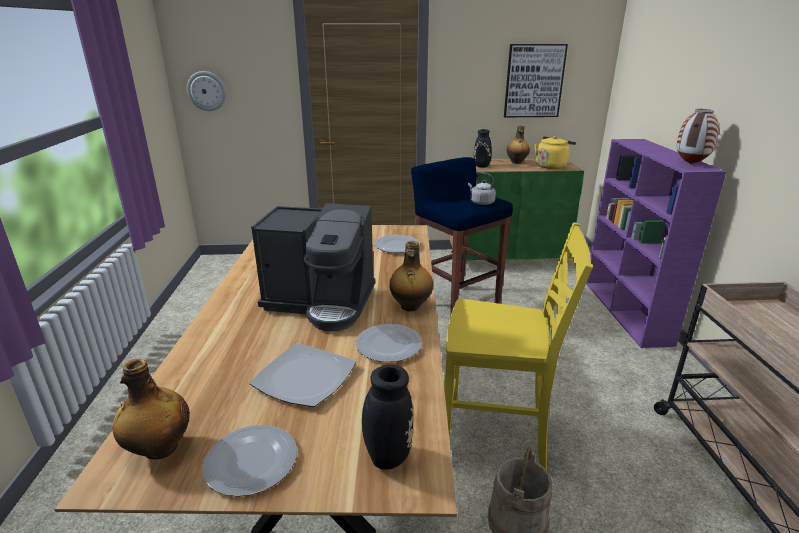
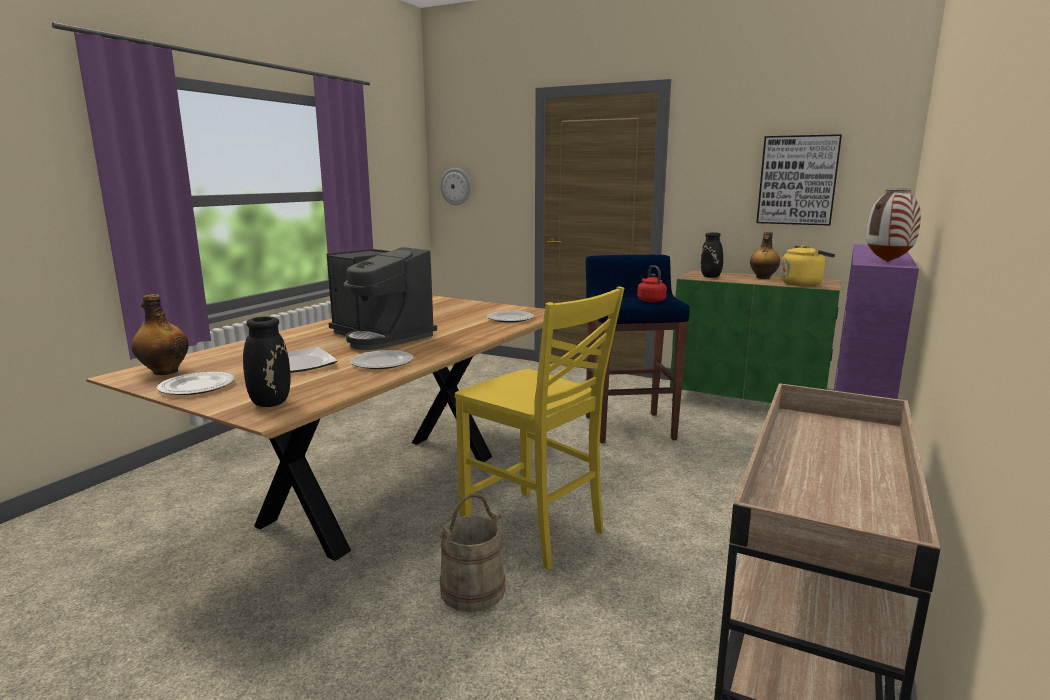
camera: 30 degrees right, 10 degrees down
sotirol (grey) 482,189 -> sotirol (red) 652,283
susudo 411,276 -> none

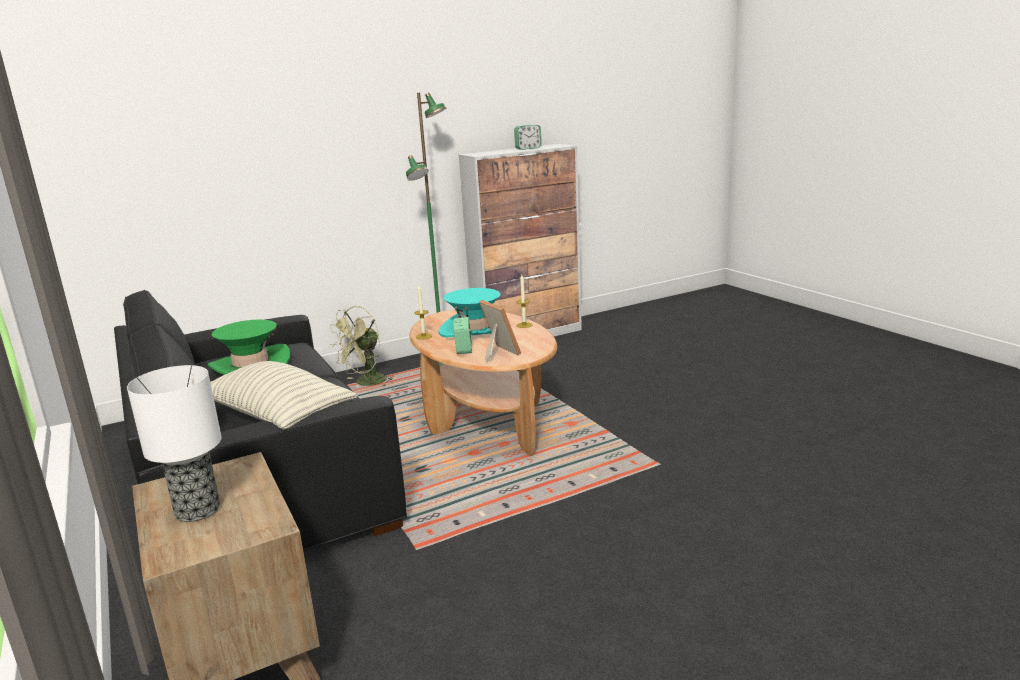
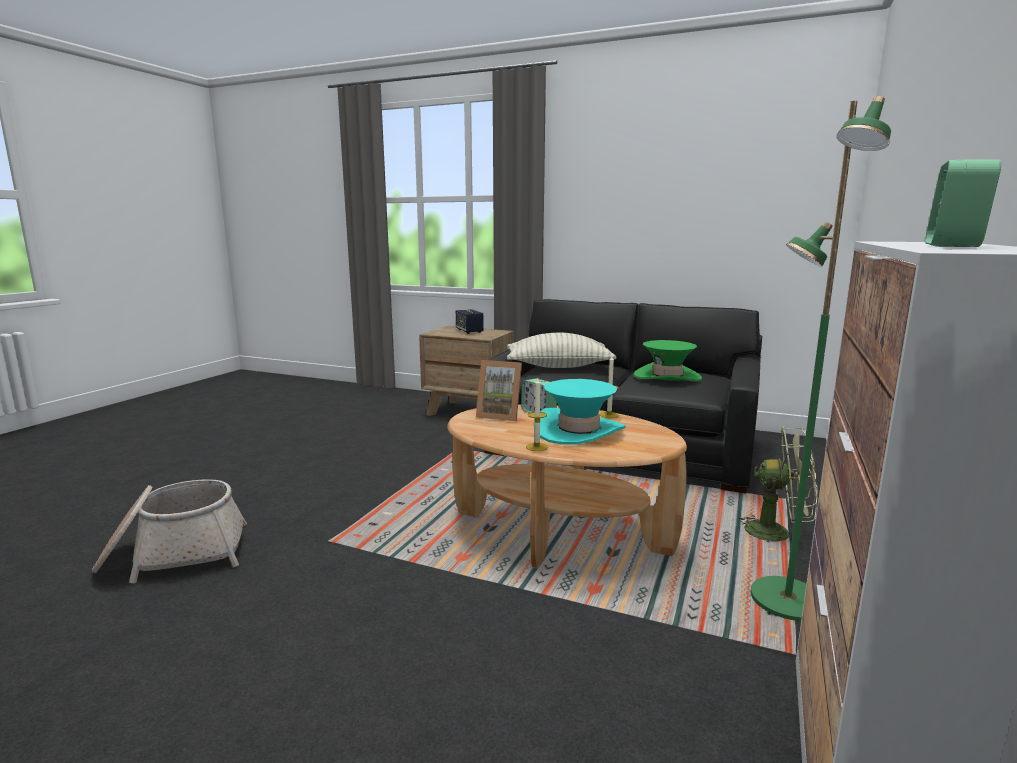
camera: 140 degrees right, 5 degrees down
none -> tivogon 169,531
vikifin 174,443 -> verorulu 470,321
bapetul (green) 362,346 -> bapetul (green) 775,484, 105 degrees clockwise

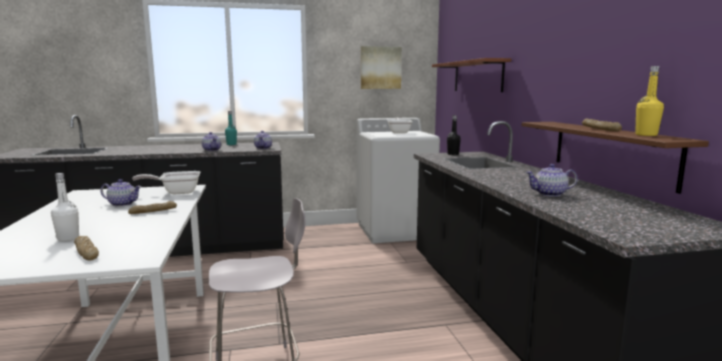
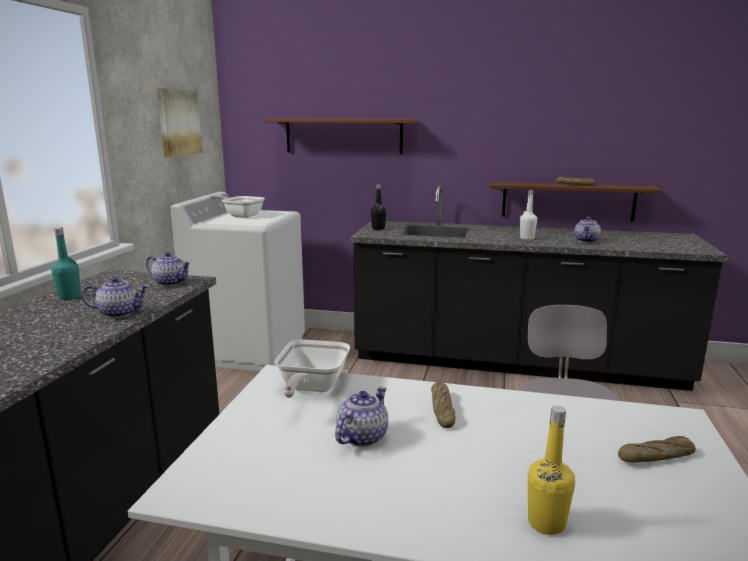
camera: 65 degrees left, 5 degrees up
susudo (white) 65,207 -> susudo (white) 528,215, relocated
susudo (yellow) 649,101 -> susudo (yellow) 551,470, relocated

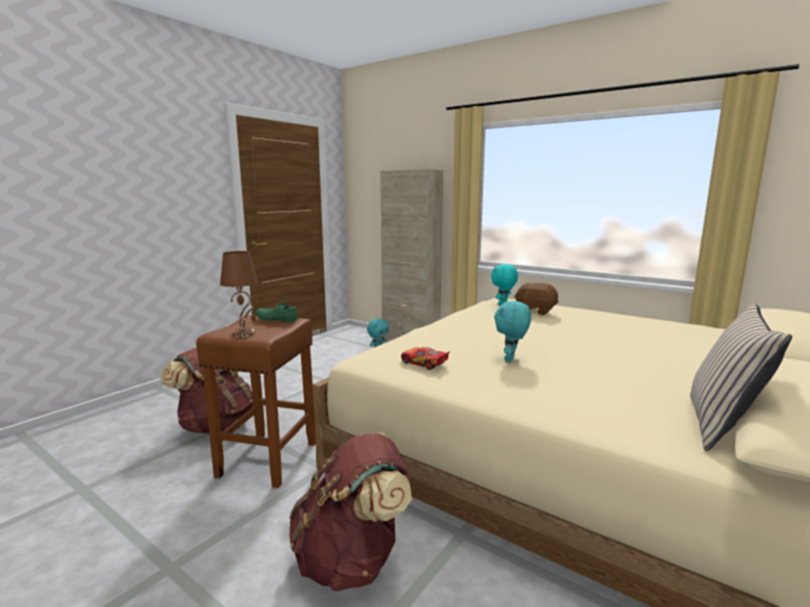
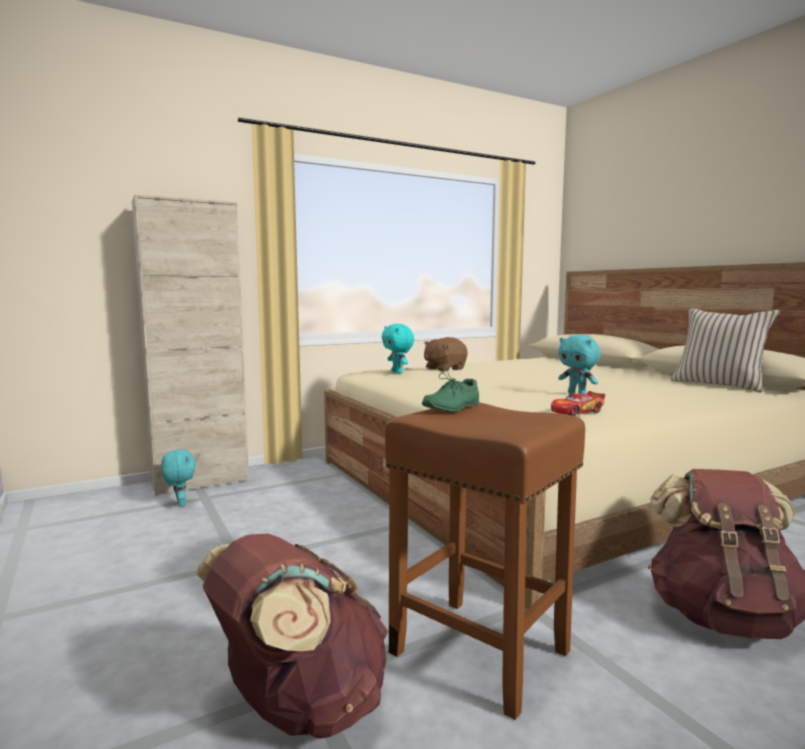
camera: 65 degrees left, 5 degrees down
vikifin (brown) 239,294 -> none

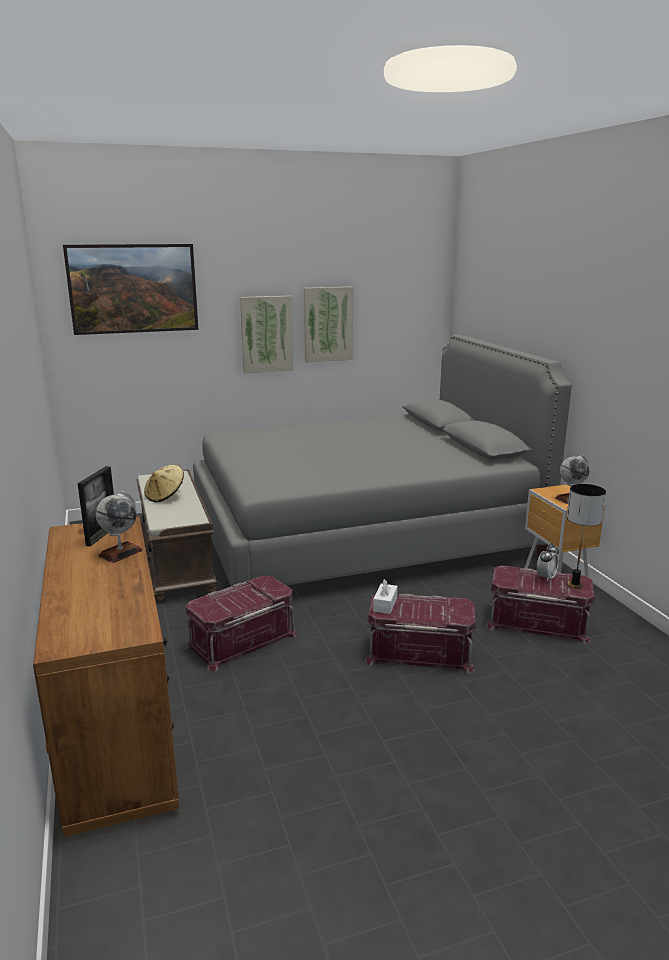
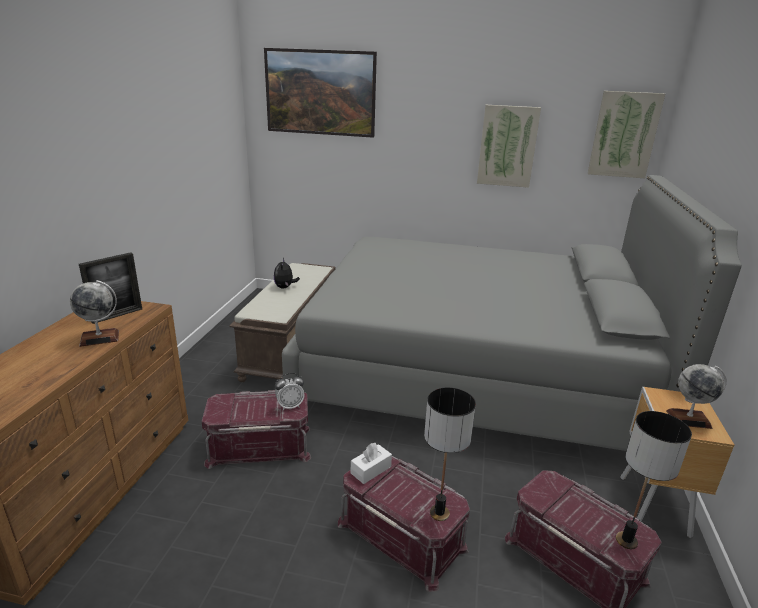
camera: 30 degrees right, 5 degrees up
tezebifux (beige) 164,483 -> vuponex 287,273
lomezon 548,563 -> lomezon 290,391, relocated
none -> vikifin 450,454
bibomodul 266,334 -> bibomodul 626,134, relocated

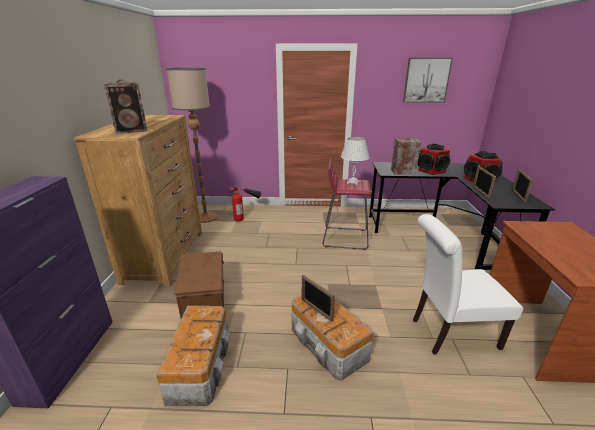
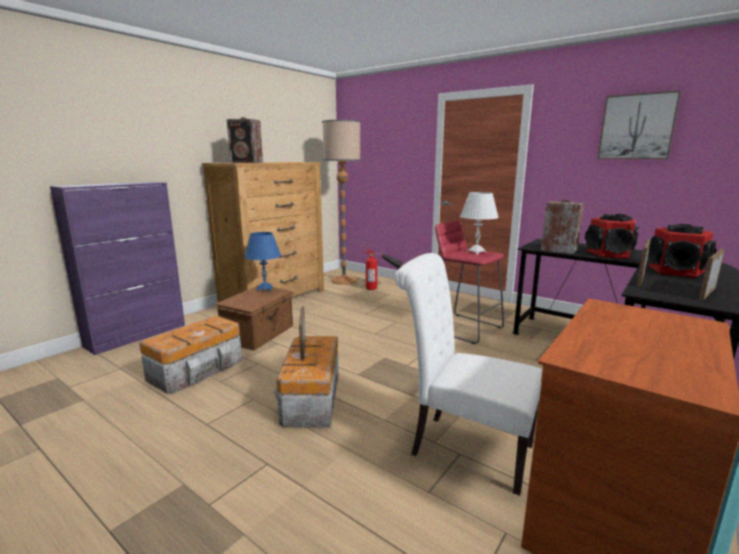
camera: 35 degrees right, 10 degrees down
none -> vikifin (blue) 262,261

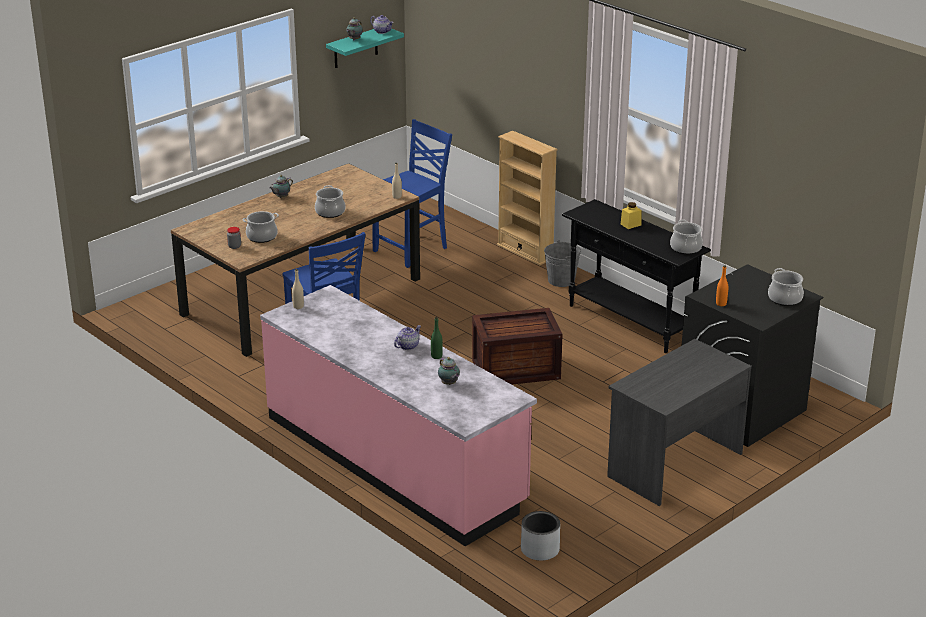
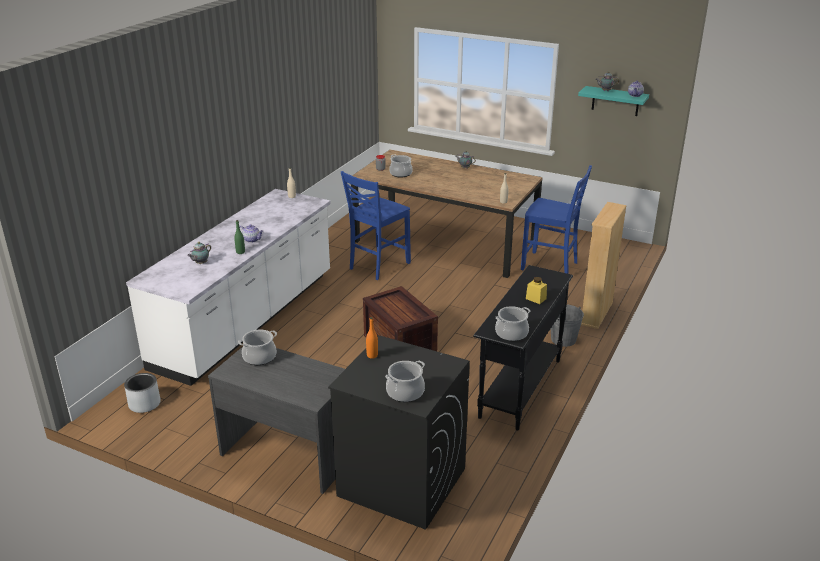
camera: 70 degrees right, 0 degrees up
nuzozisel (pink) 398,415 -> nuzozisel (white) 228,287
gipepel 330,201 -> gipepel 257,347, relocated

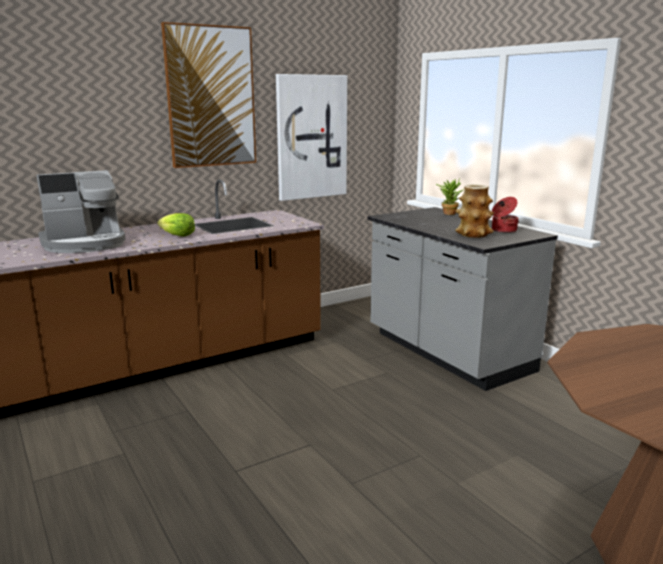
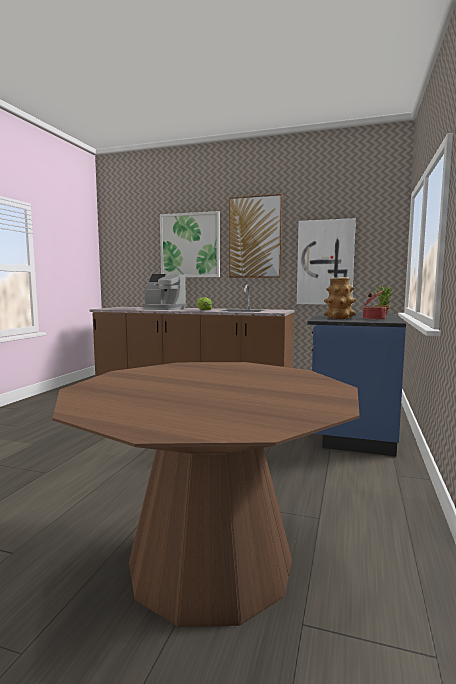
camera: 50 degrees right, 10 degrees down
none -> bibomodul 190,244
nuzozisel (grey) 462,299 -> nuzozisel (blue) 356,384

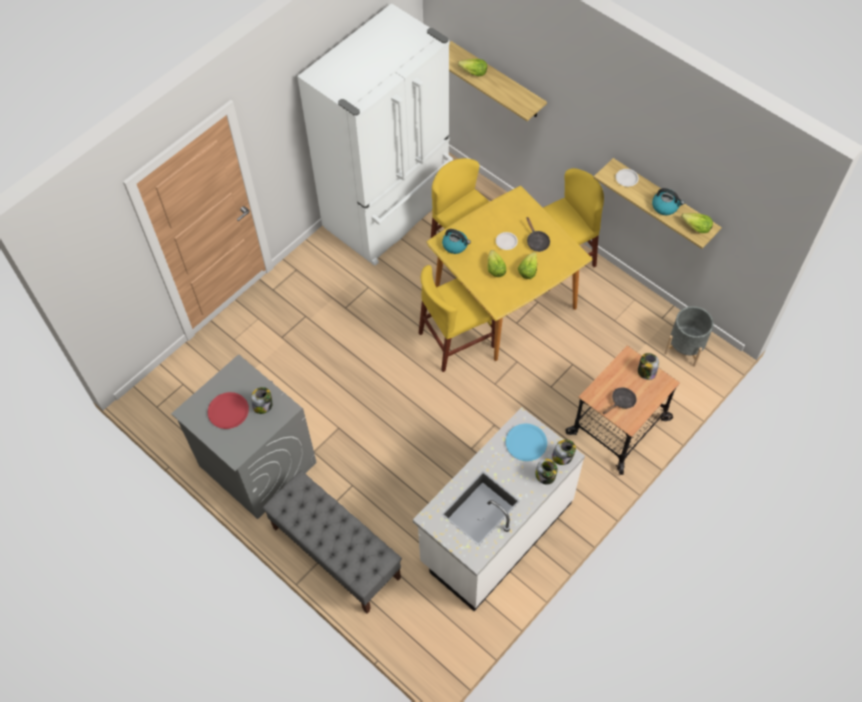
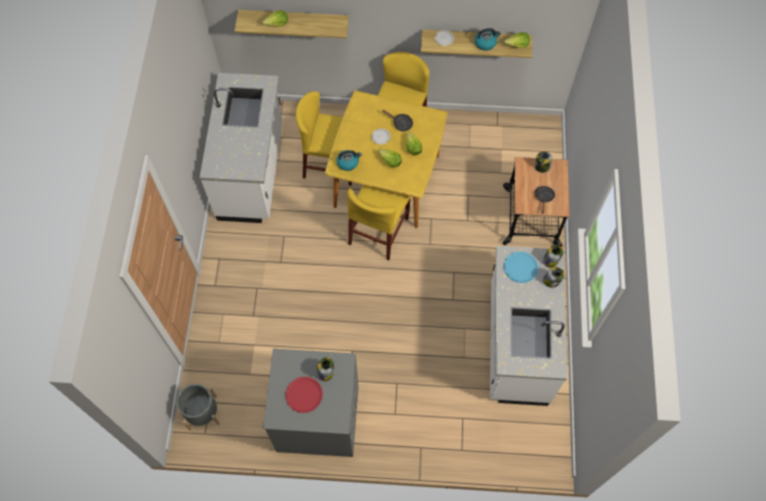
camera: 40 degrees left, 5 degrees up
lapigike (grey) 689,336 -> lapigike (grey) 198,407, relocated
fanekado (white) 375,134 -> nuzozisel (white) 241,148
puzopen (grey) 332,542 -> none

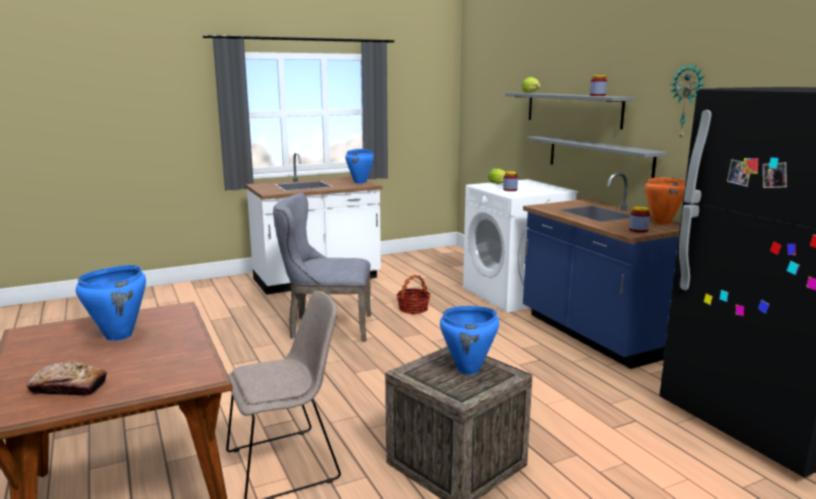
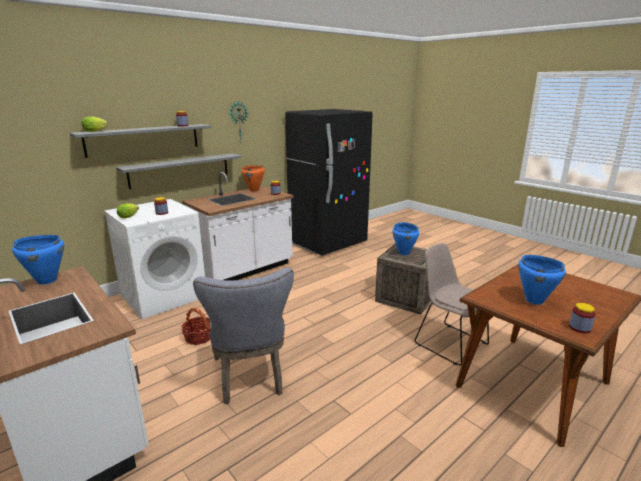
camera: 105 degrees left, 5 degrees up
nuzozisel (blue) 601,271 -> nuzozisel (white) 238,226
none -> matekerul 582,318
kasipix 67,379 -> none

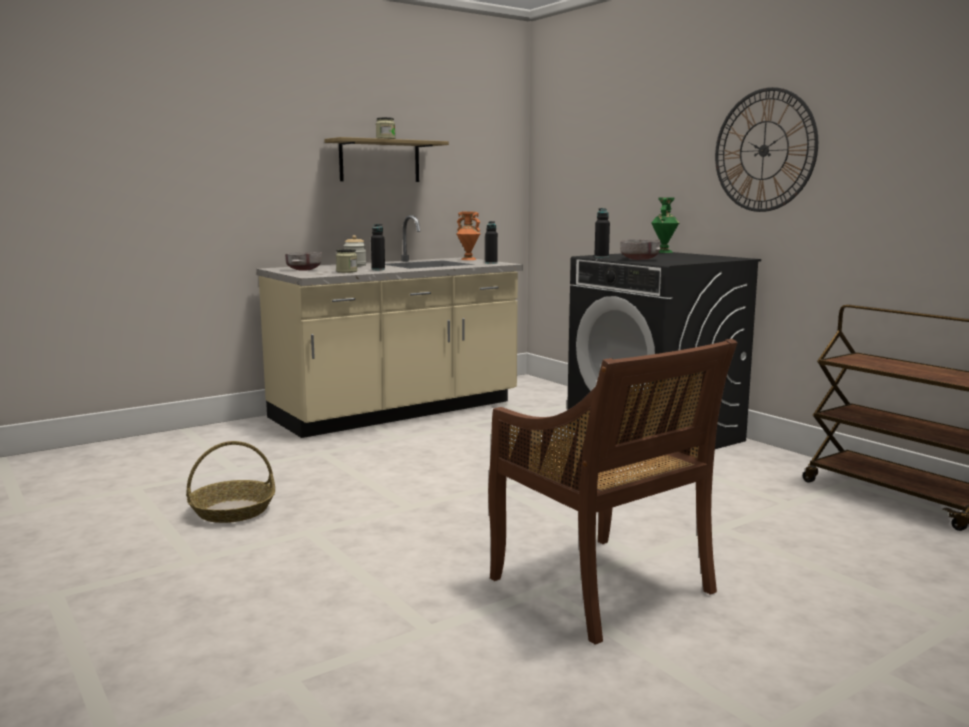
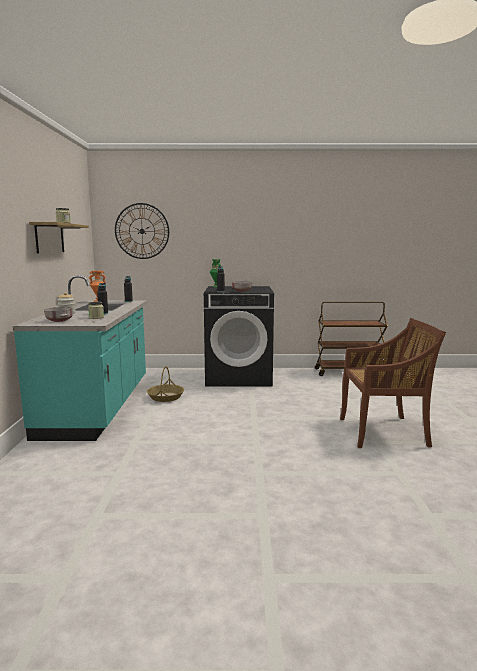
camera: 55 degrees left, 0 degrees up
nuzozisel (beige) 390,326 -> nuzozisel (turquoise) 80,358
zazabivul 766,149 -> zazabivul 142,231, relocated
tivogon 230,482 -> tivogon 165,384, relocated

